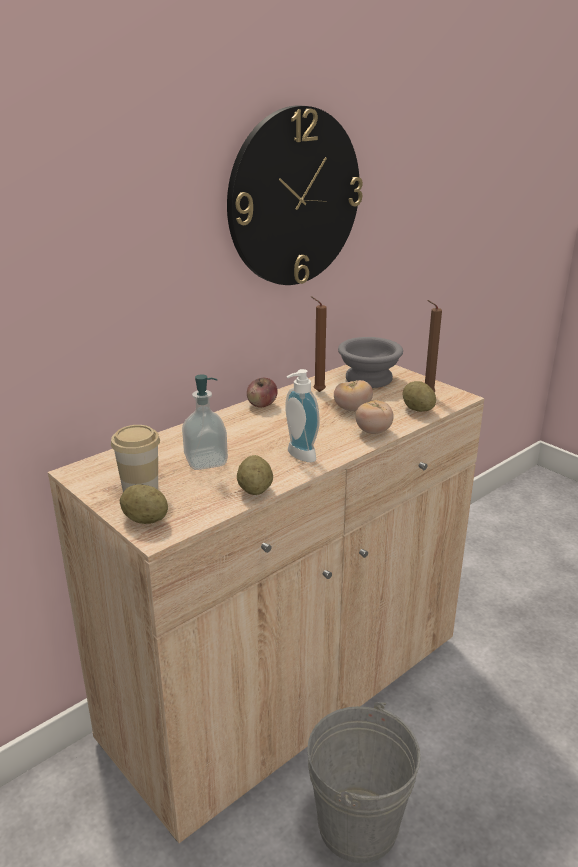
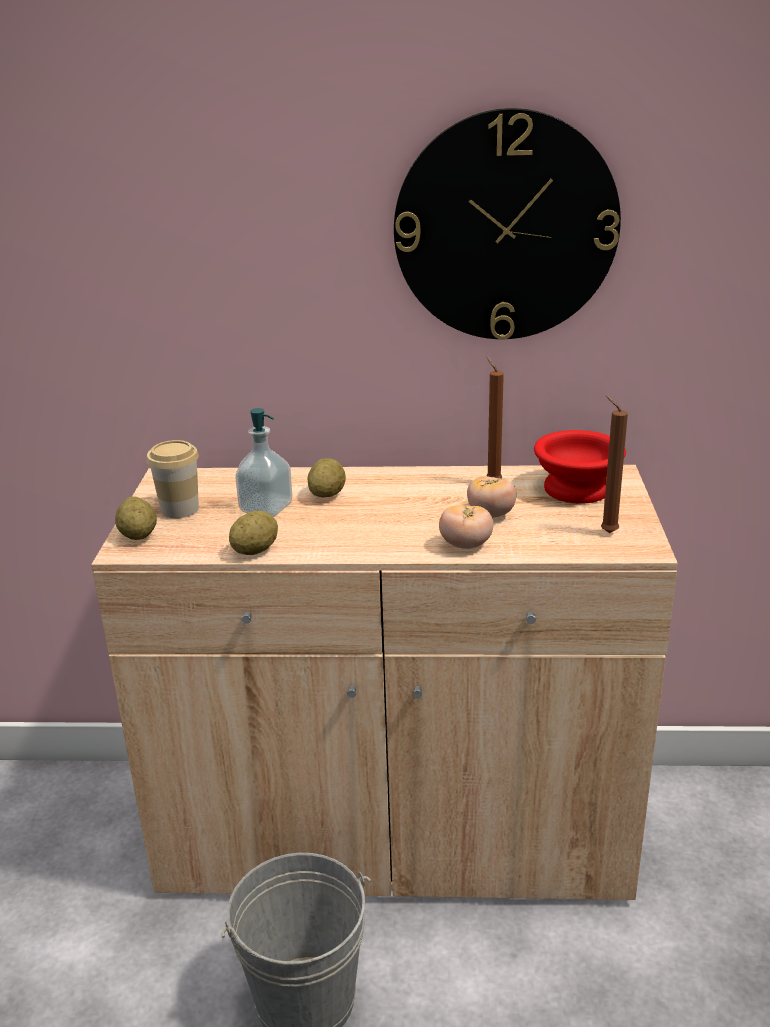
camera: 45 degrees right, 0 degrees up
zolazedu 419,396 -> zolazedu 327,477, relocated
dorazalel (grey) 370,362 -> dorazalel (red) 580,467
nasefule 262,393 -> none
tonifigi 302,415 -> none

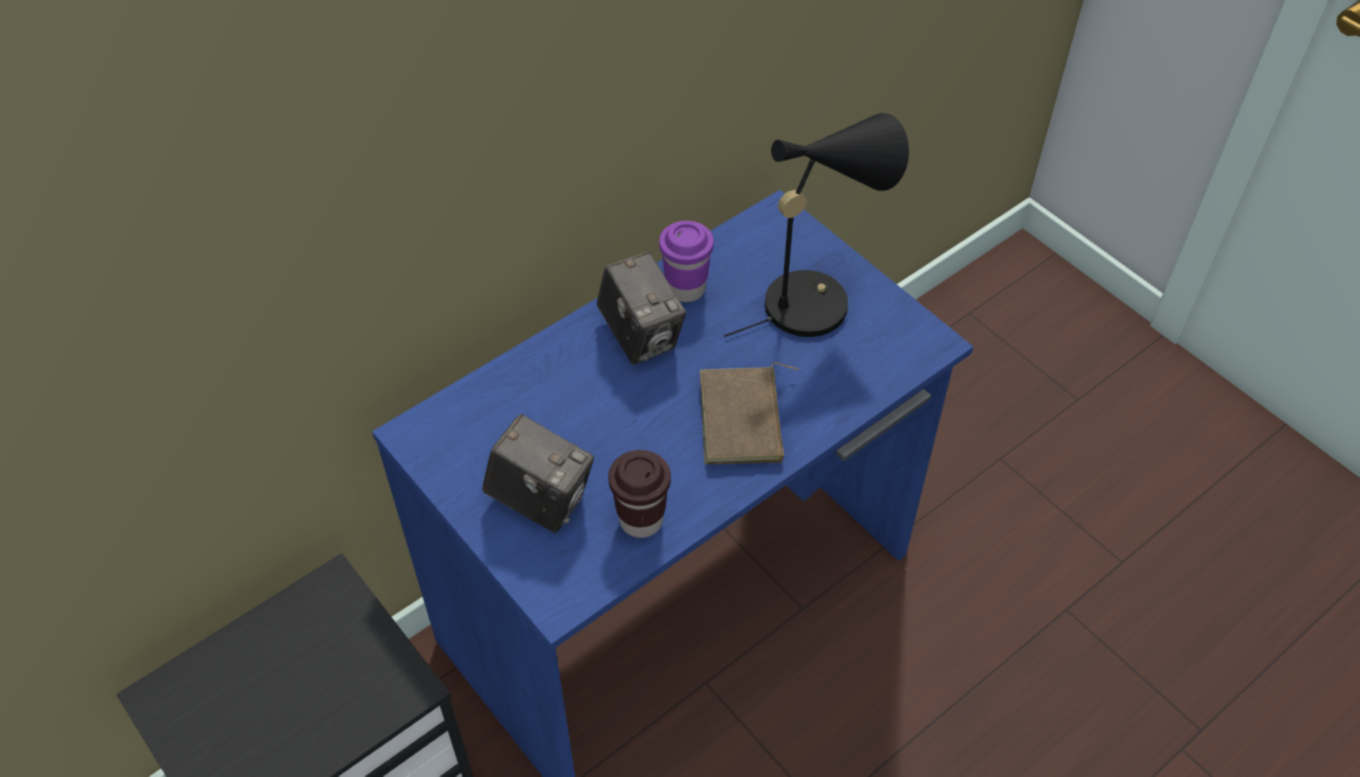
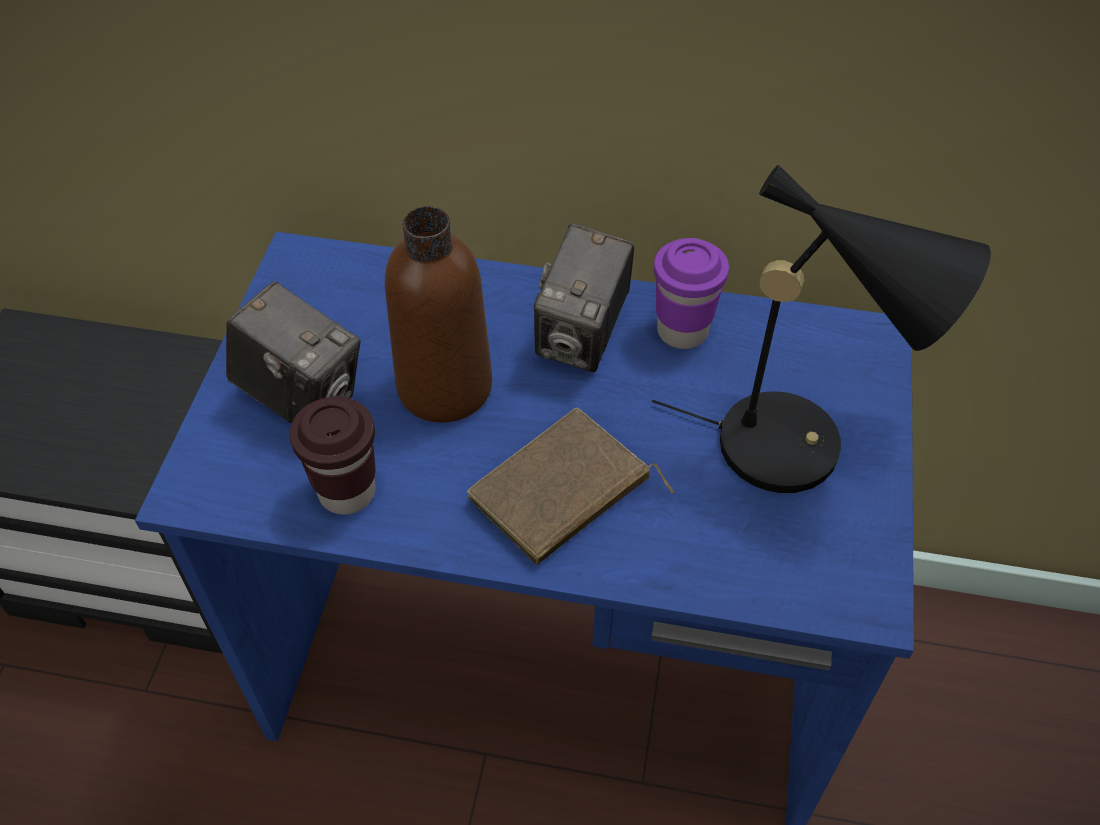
camera: 50 degrees right, 0 degrees up
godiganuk 538,473 -> godiganuk 293,353, 45 degrees counterclockwise
none -> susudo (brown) 438,314

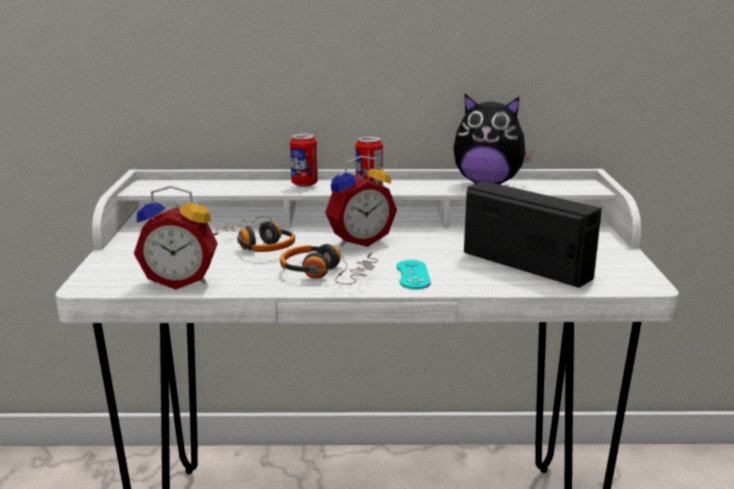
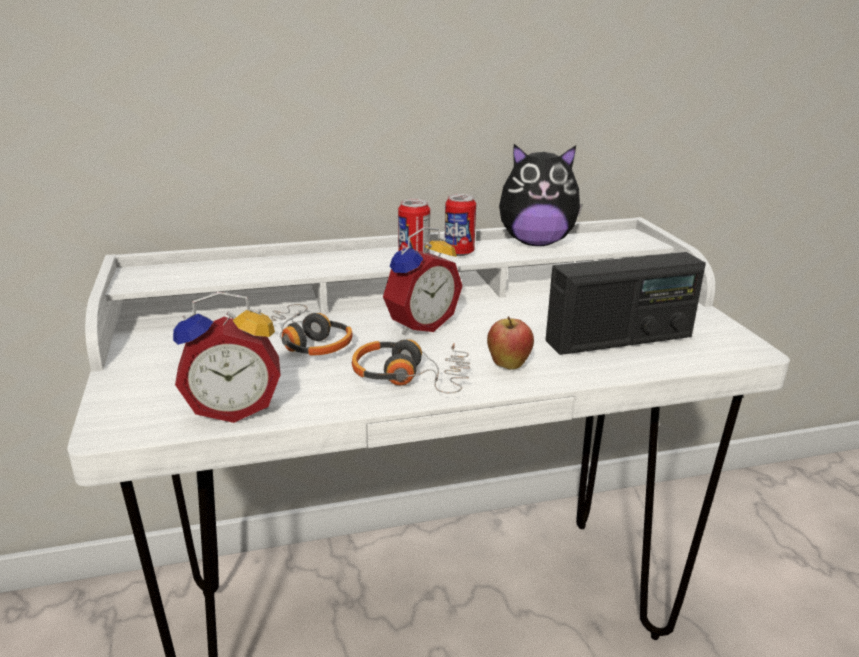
camera: 15 degrees left, 5 degrees up
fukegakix 304,160 -> fukegakix 460,225, relocated
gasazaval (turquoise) 413,274 -> nasefule 510,343
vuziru 533,234 -> vuziru 625,303, 135 degrees clockwise

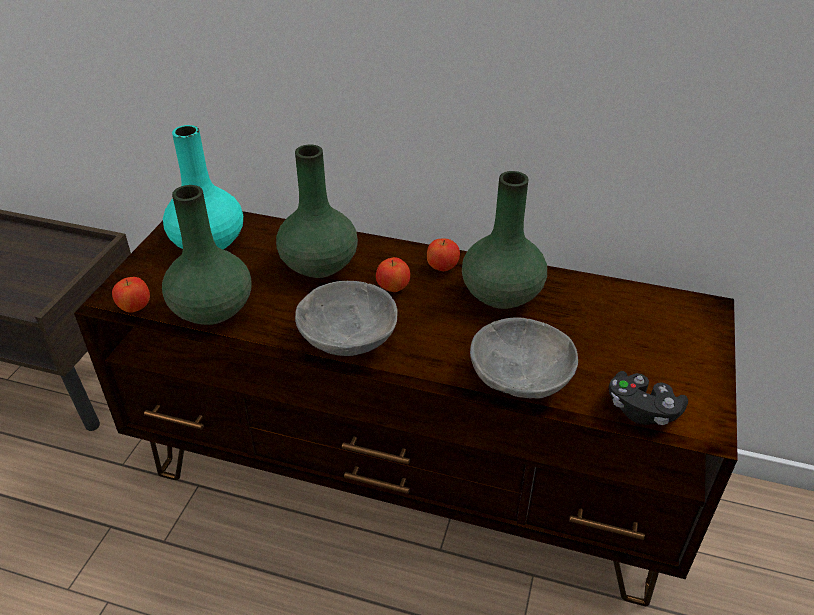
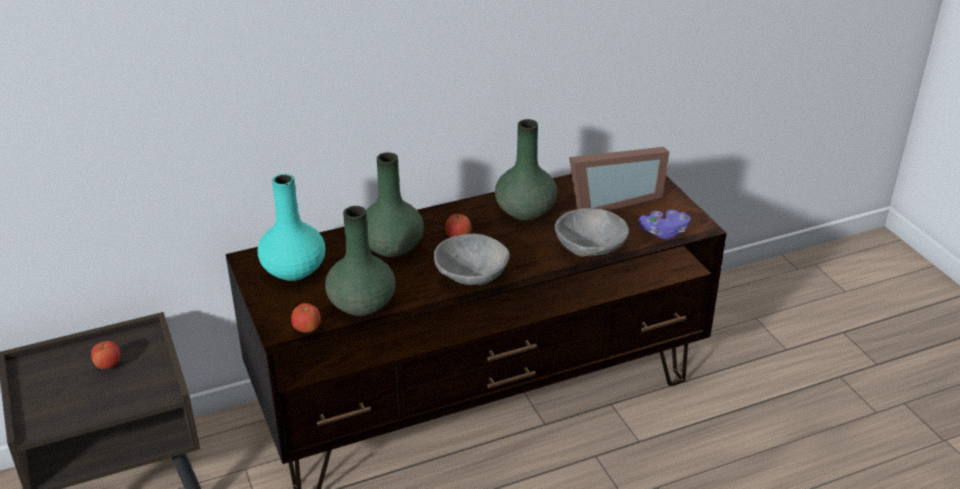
camera: 40 degrees left, 5 degrees down
nasefule 443,255 -> nasefule 105,355, relocated
none -> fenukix 619,179
gasazaval (black) 648,398 -> gasazaval (purple) 664,225

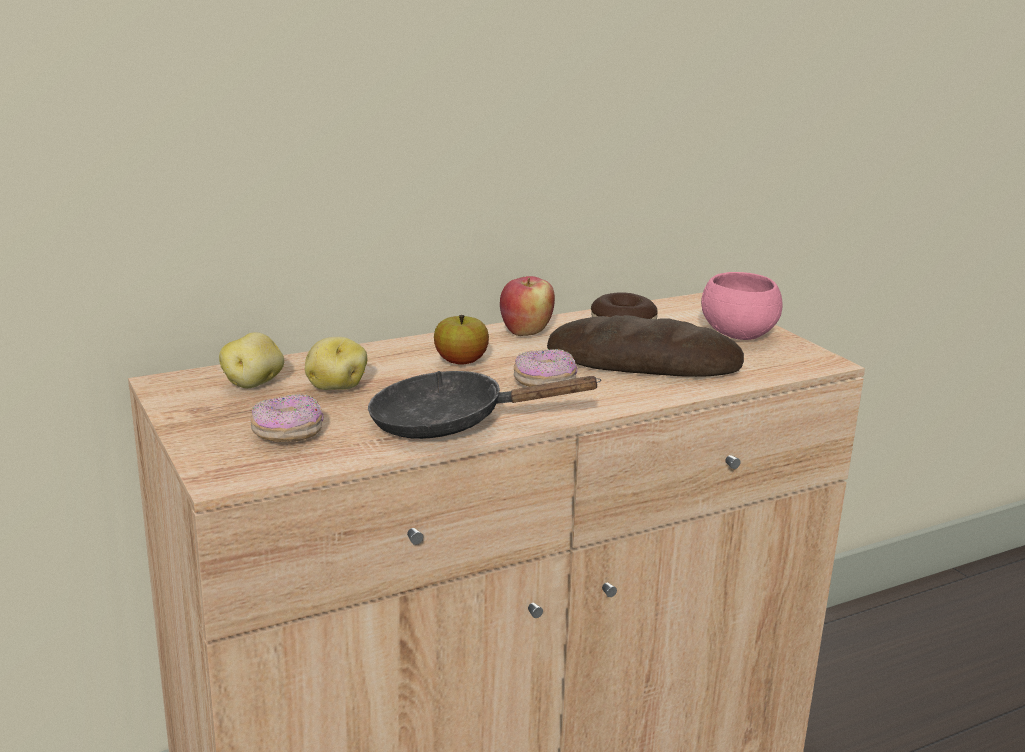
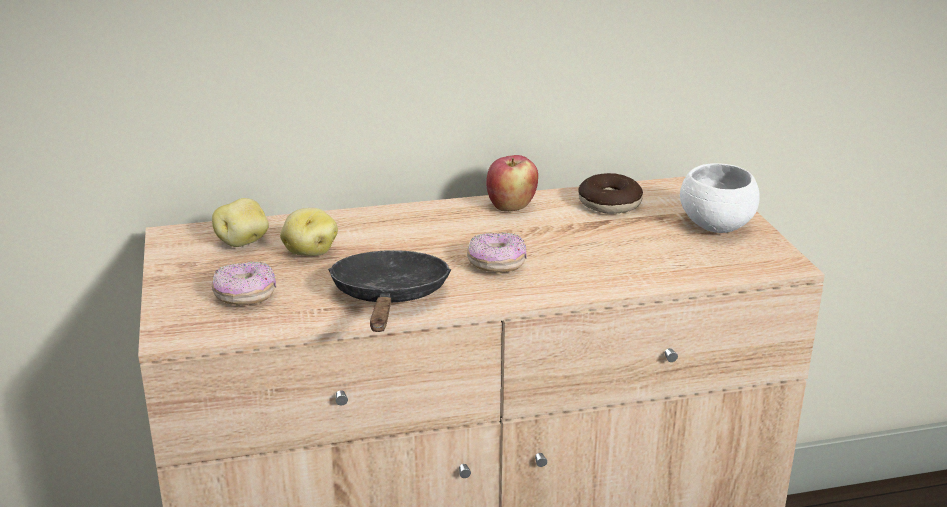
camera: 15 degrees right, 5 degrees up
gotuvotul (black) 484,405 -> gotuvotul (black) 389,291, 75 degrees clockwise
dorazalel (pink) 742,306 -> dorazalel (white) 720,198
nasefule 461,340 -> none
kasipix 645,346 -> none

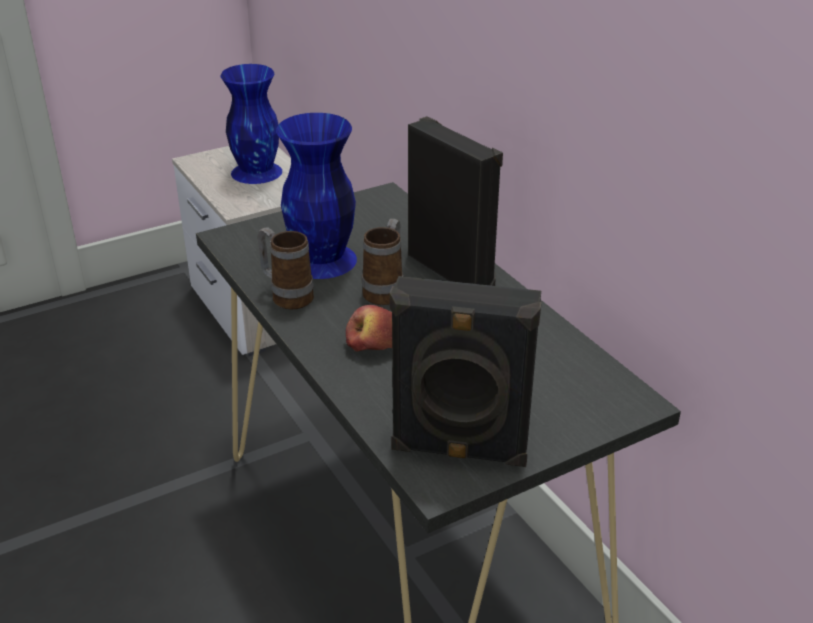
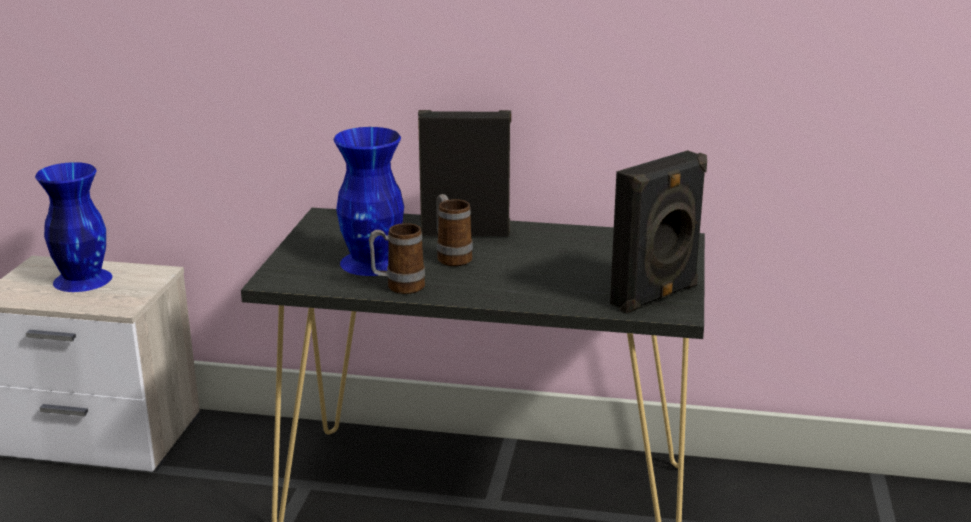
camera: 50 degrees left, 10 degrees down
nasefule 369,328 -> none

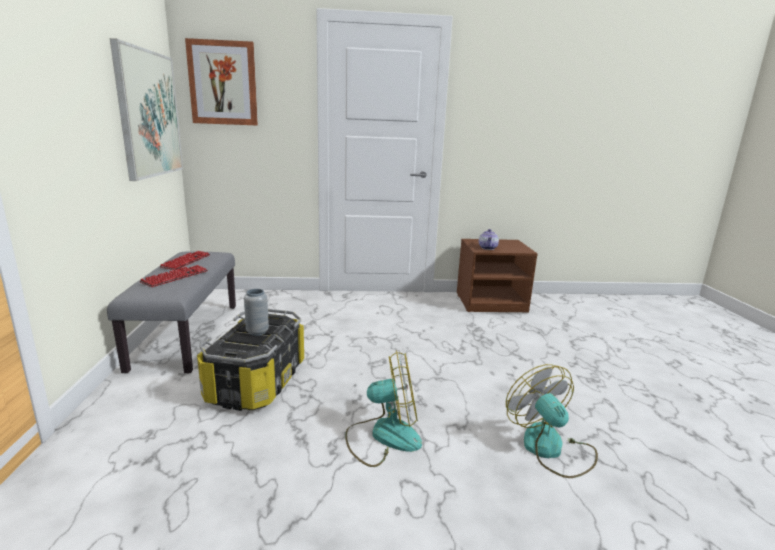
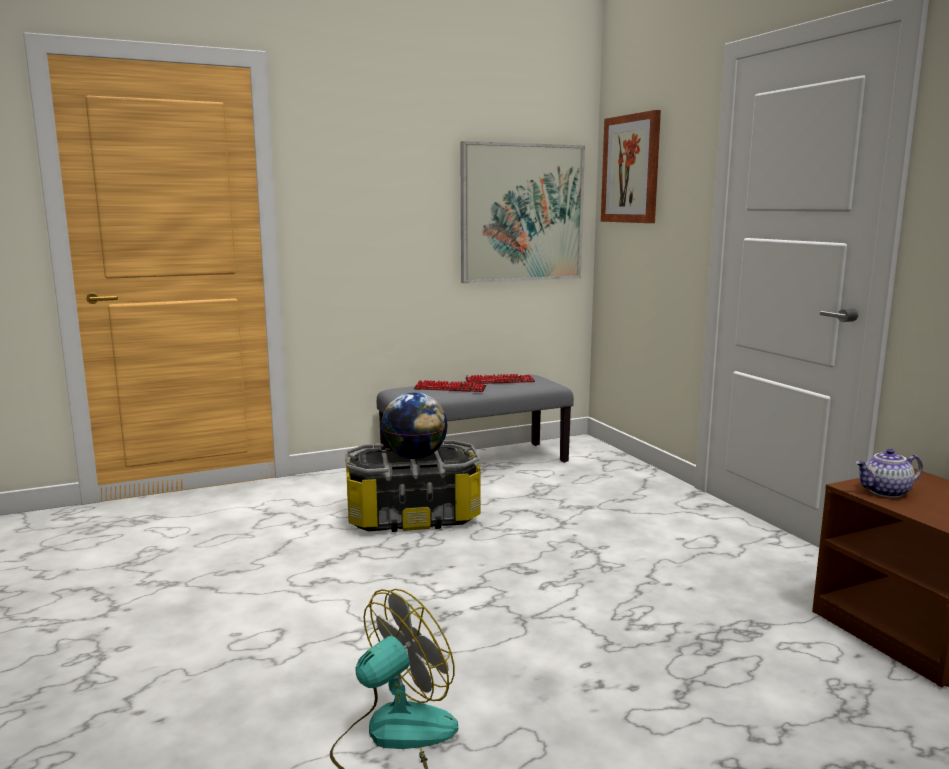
camera: 70 degrees right, 5 degrees down
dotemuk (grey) 256,312 -> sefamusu 414,426
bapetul 383,408 -> none

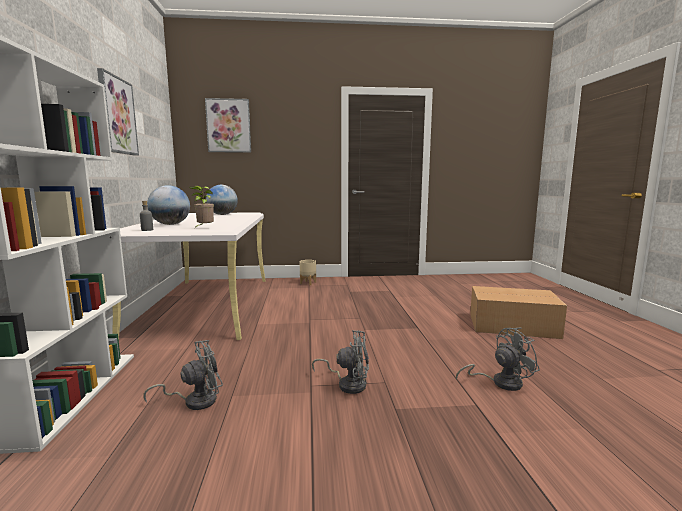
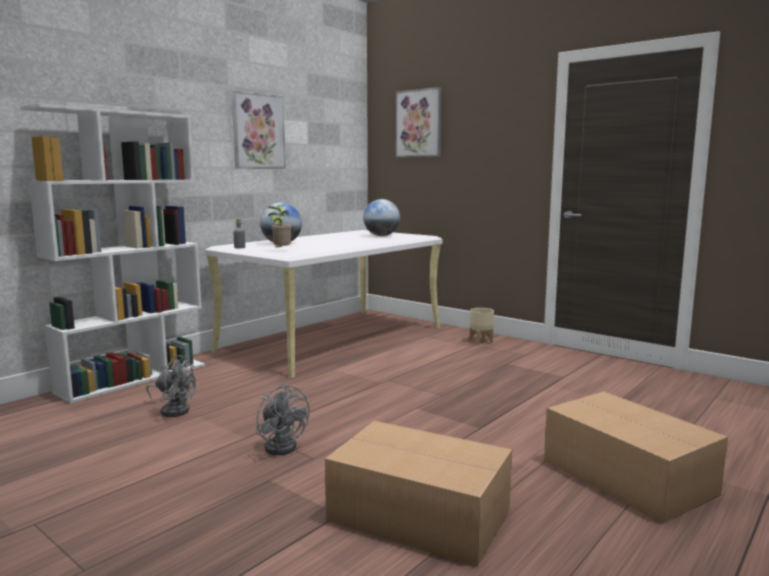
camera: 45 degrees right, 0 degrees up
bapetul (grey) 498,359 -> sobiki 418,494

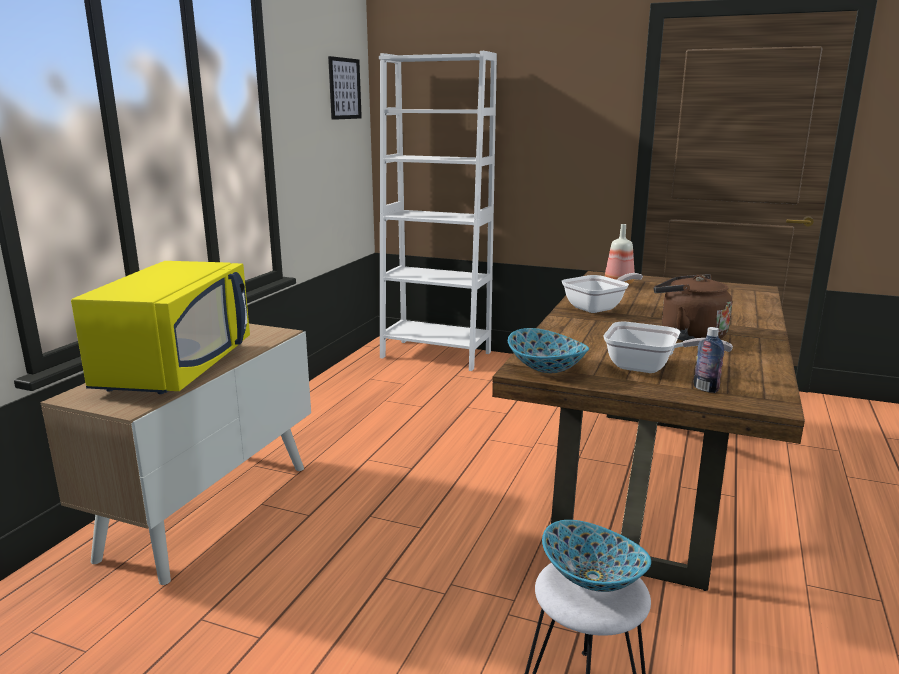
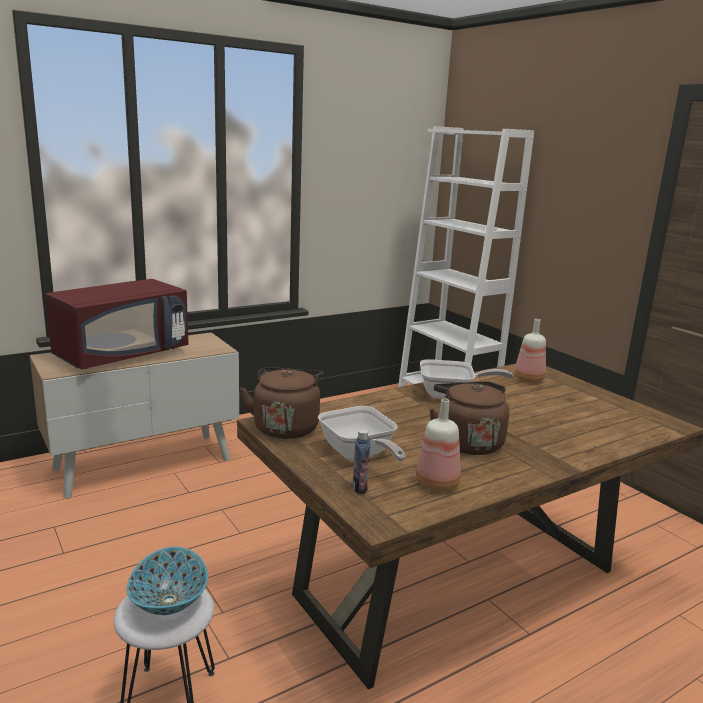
camera: 35 degrees right, 0 degrees up
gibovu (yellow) 160,327 -> gibovu (red) 117,324
dorazalel 548,350 -> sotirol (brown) 281,403
none -> susudo 438,444
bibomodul 345,88 -> none

